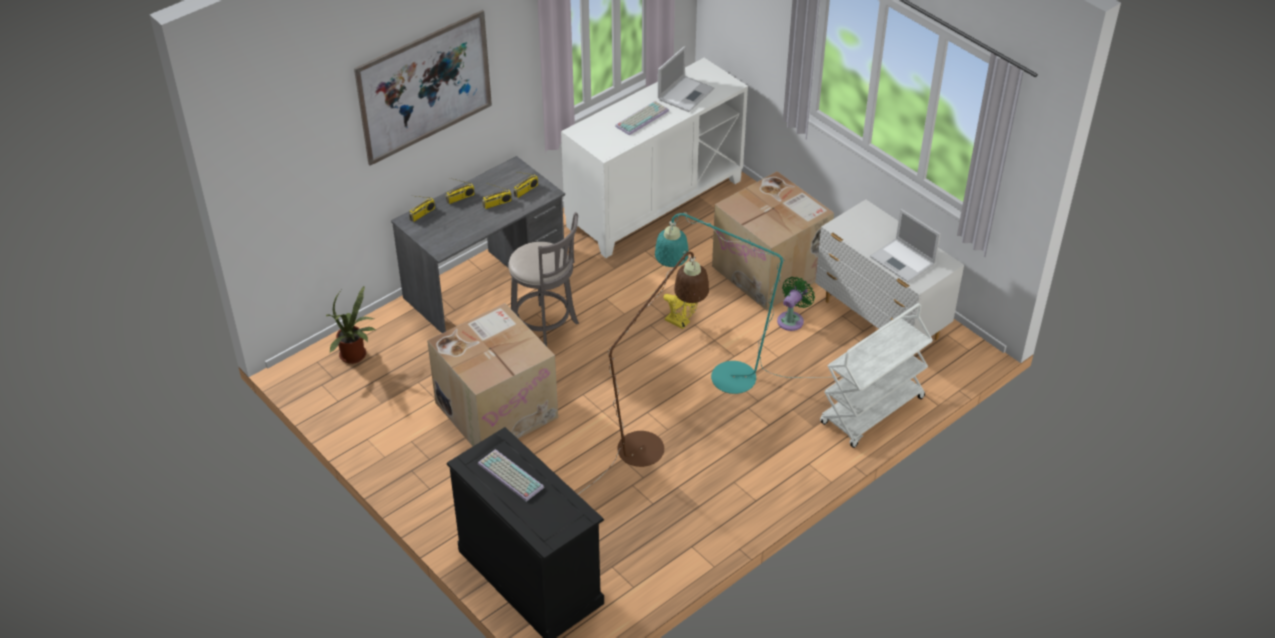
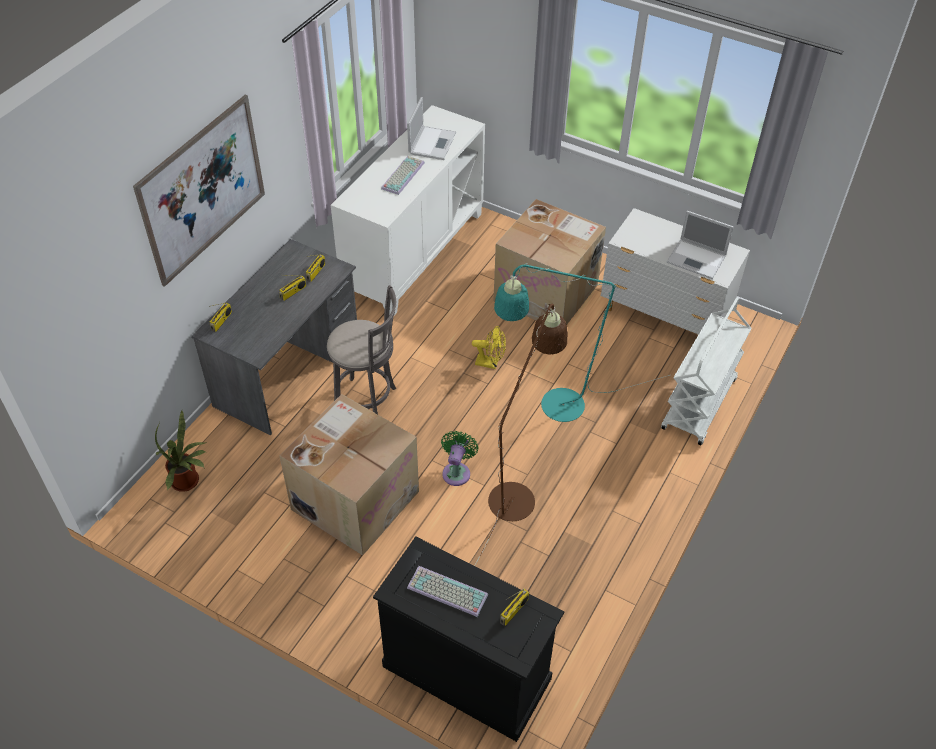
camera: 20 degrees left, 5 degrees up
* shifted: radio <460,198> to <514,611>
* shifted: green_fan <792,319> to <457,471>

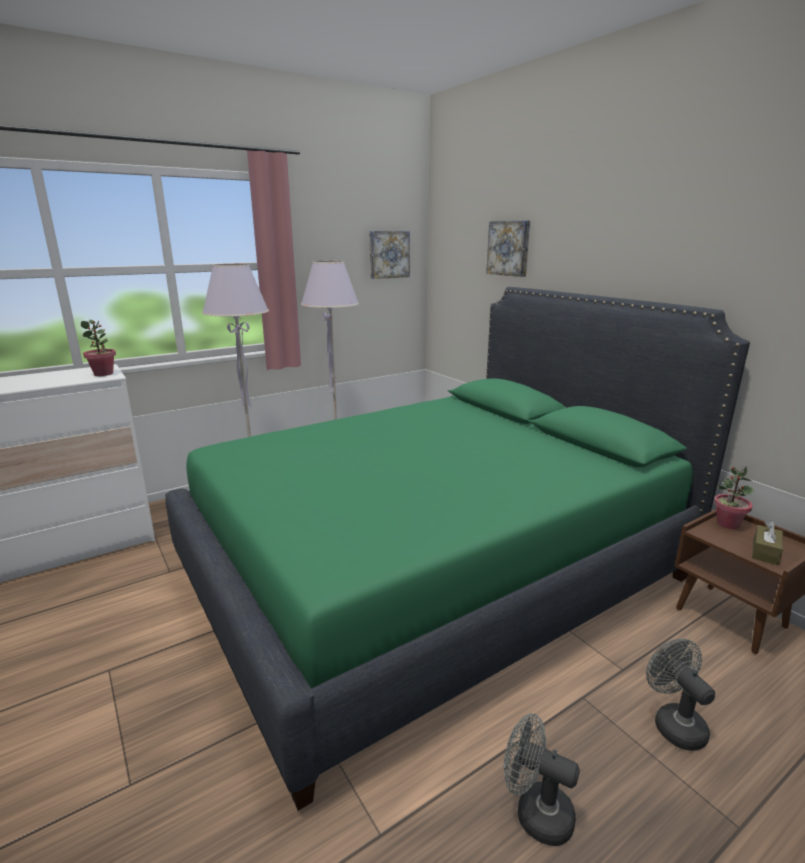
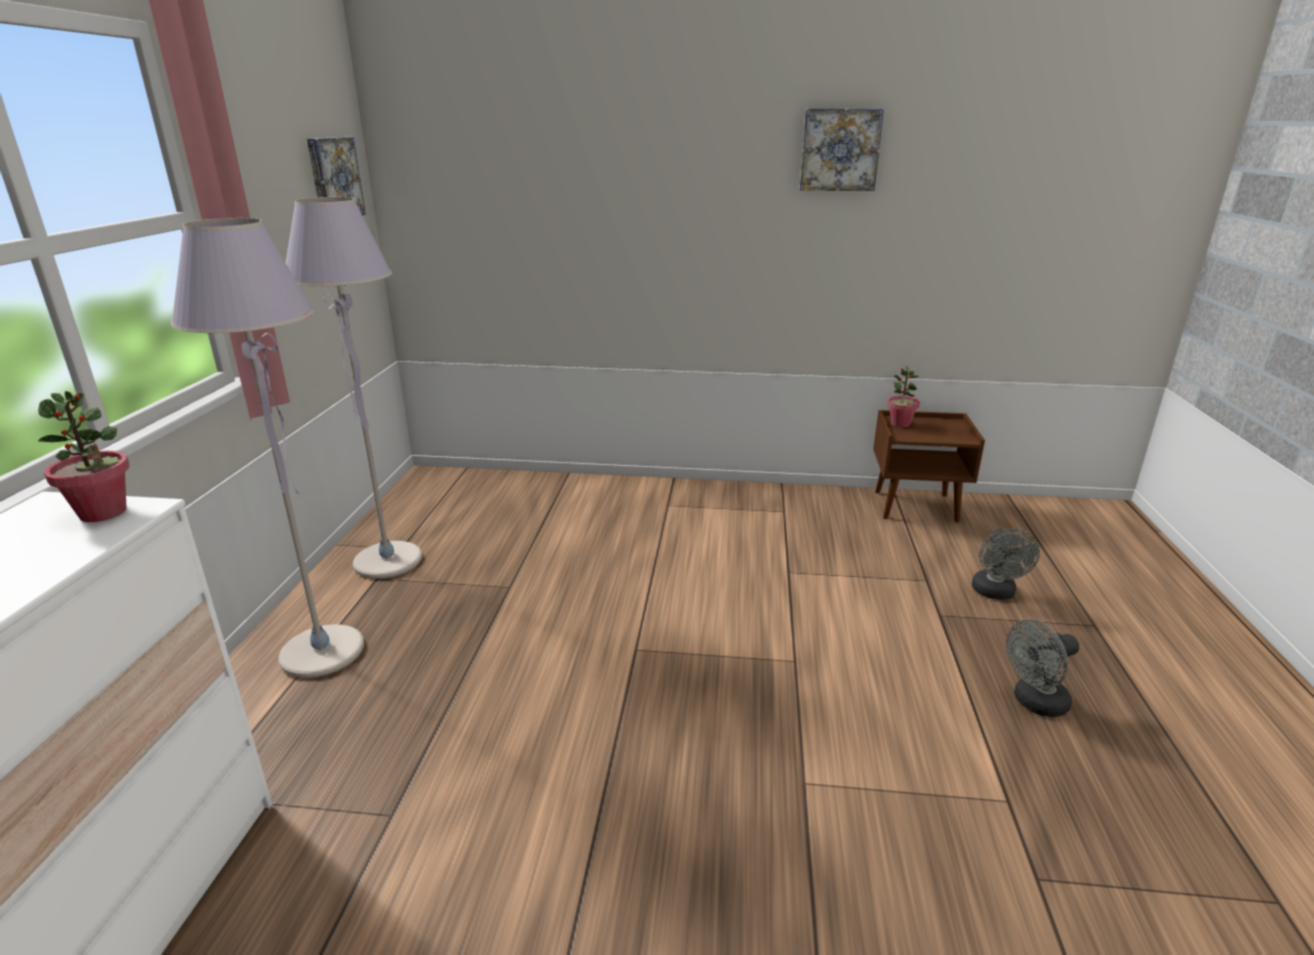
camera: 50 degrees left, 5 degrees up
* gone: green_bed <433,573>
* gone: brown_tissue_box <765,552>
* shifted: picture <509,248> to <839,150>
* rotated: grey_fan <673,723> = <995,593> 105 degrees counterclockwise

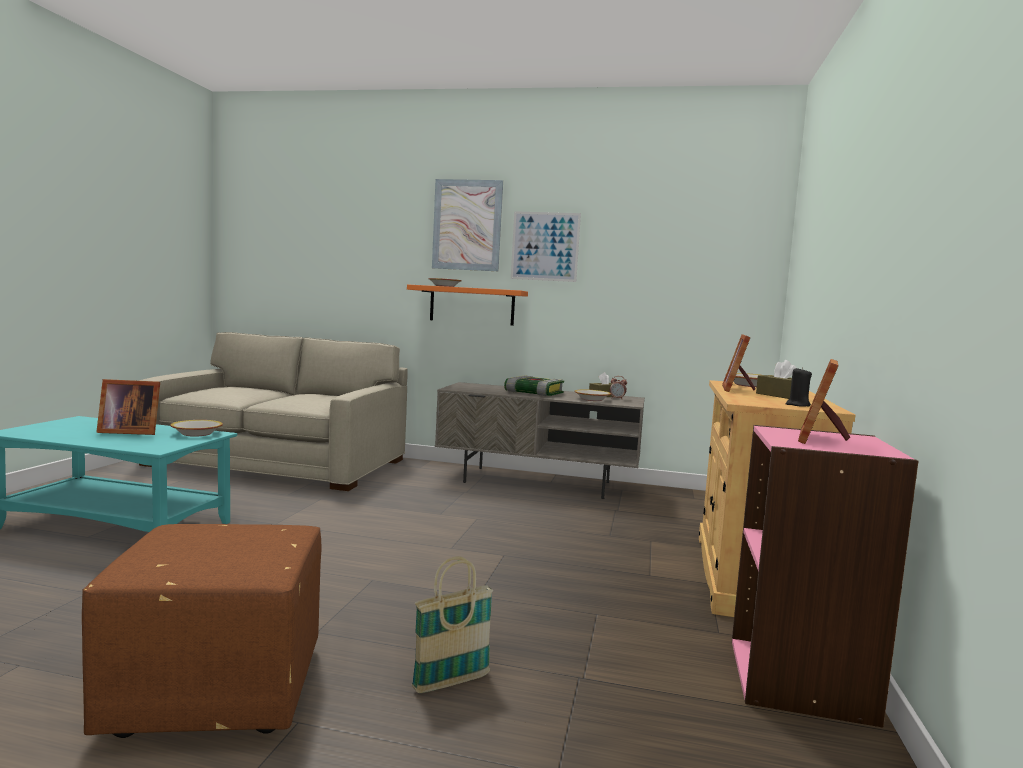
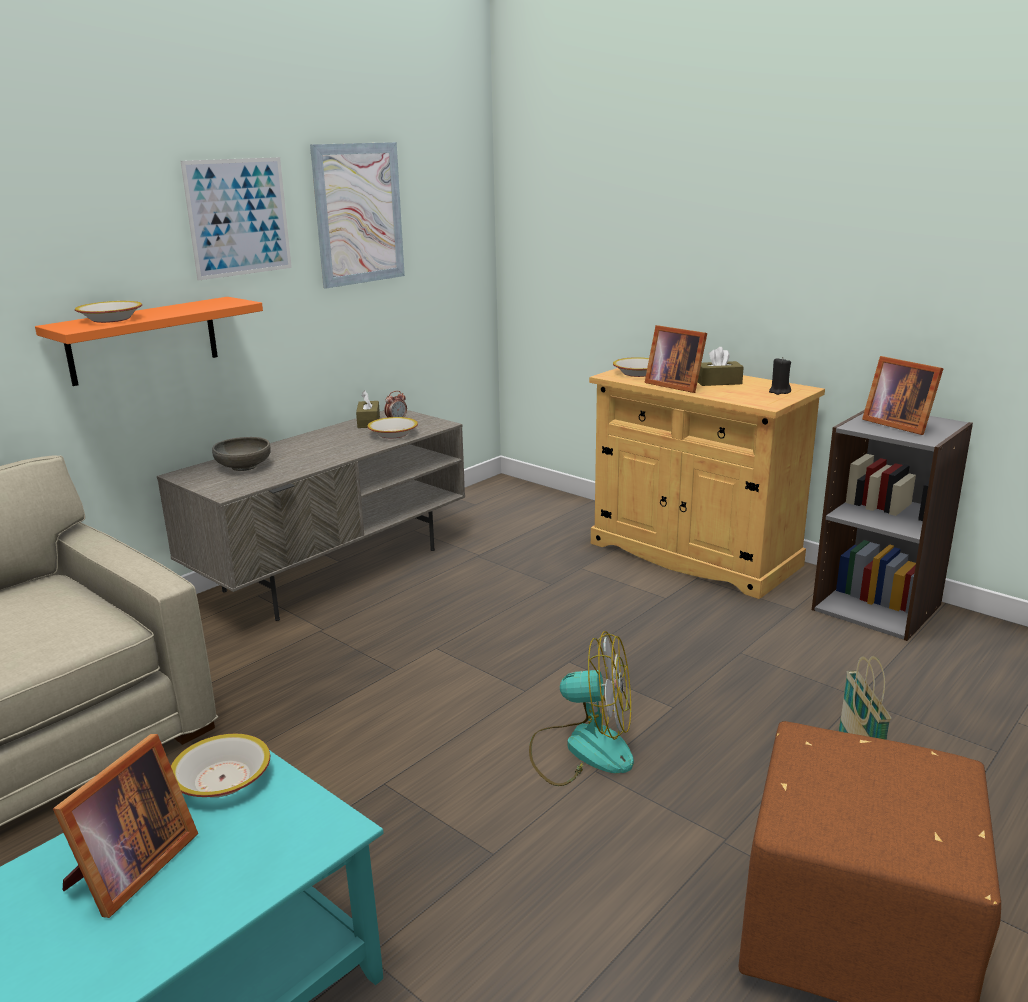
camera: 60 degrees left, 15 degrees up
* gone: book <533,393>
* new: grey_bowl <244,467>
* new: fan <582,749>
* shifted: picture <467,225> to <359,214>
* repainted: pink_bookcase <801,680> to grey_bookcase <877,607>

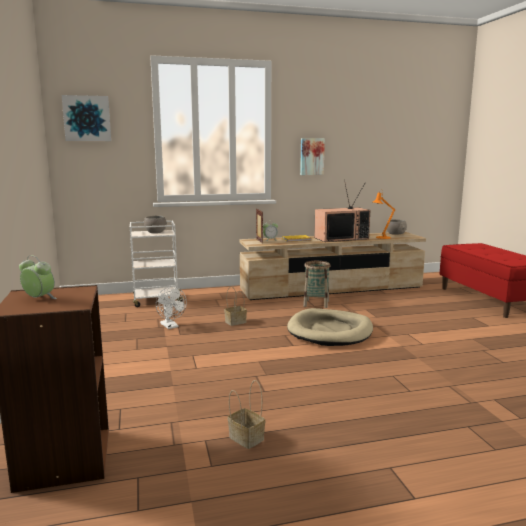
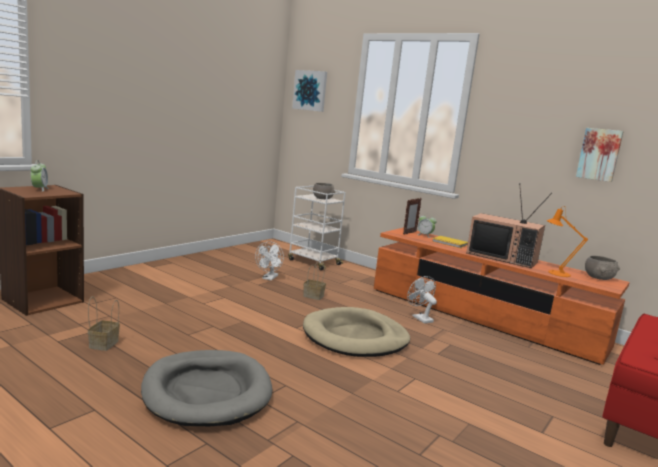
camera: 50 degrees right, 0 degrees up
* new: grey_dog_bed <207,392>
* shifted: picture <311,156> to <599,154>
* swapped: basket <316,304> to white_fan <420,318>
* repainted: beige_tv_stand <331,288> to orange_tv_stand <482,317>

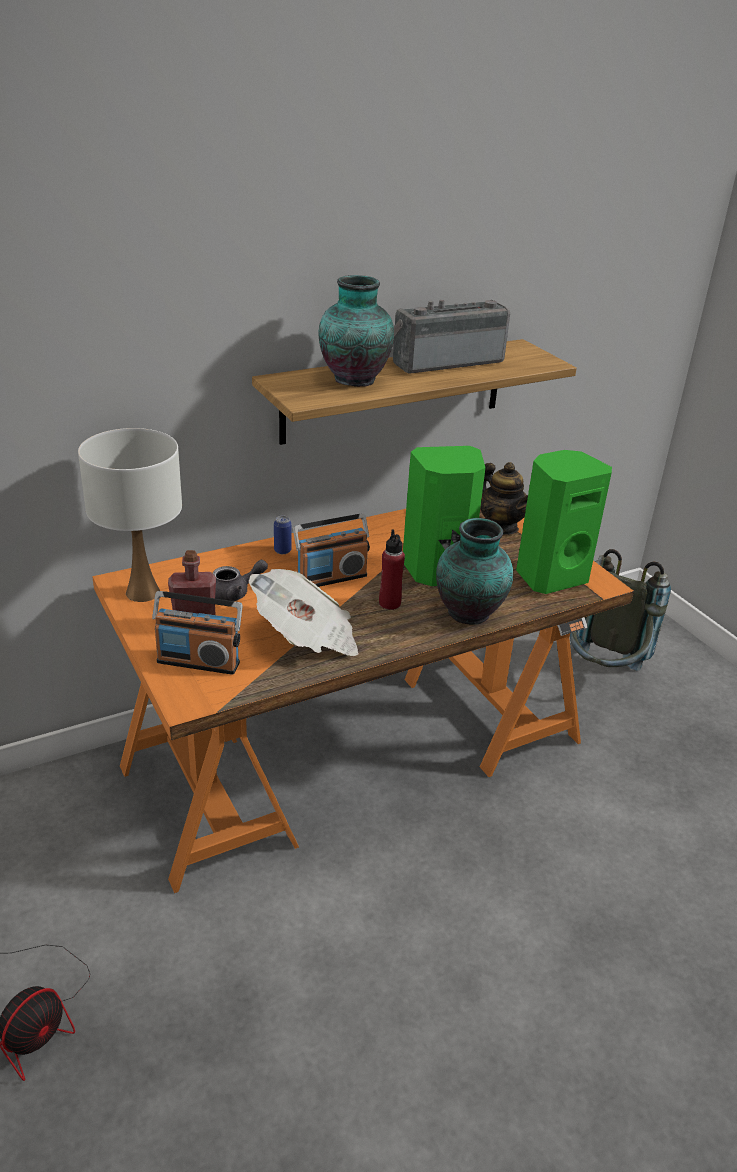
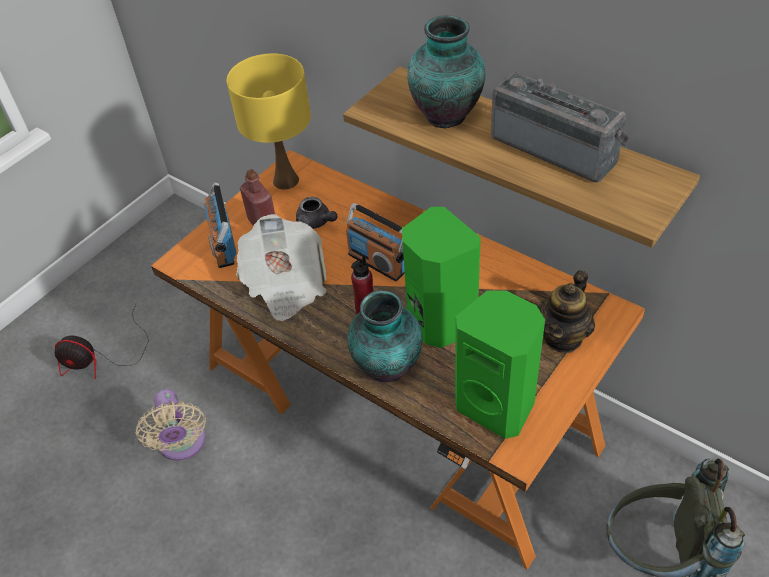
camera: 70 degrees right, 15 degrees up
* gone: can <282,550>
* new: beige_fan <182,444>
* repainted: white_table_lamp <142,592> to yellow_table_lamp <286,180>

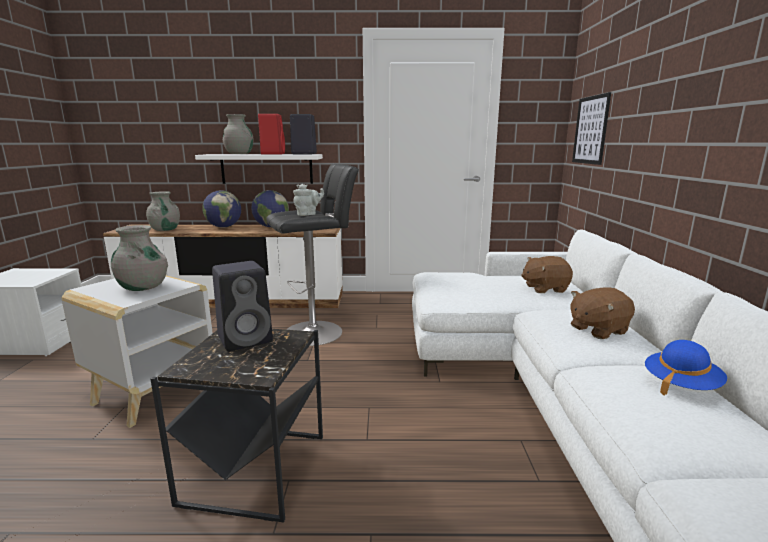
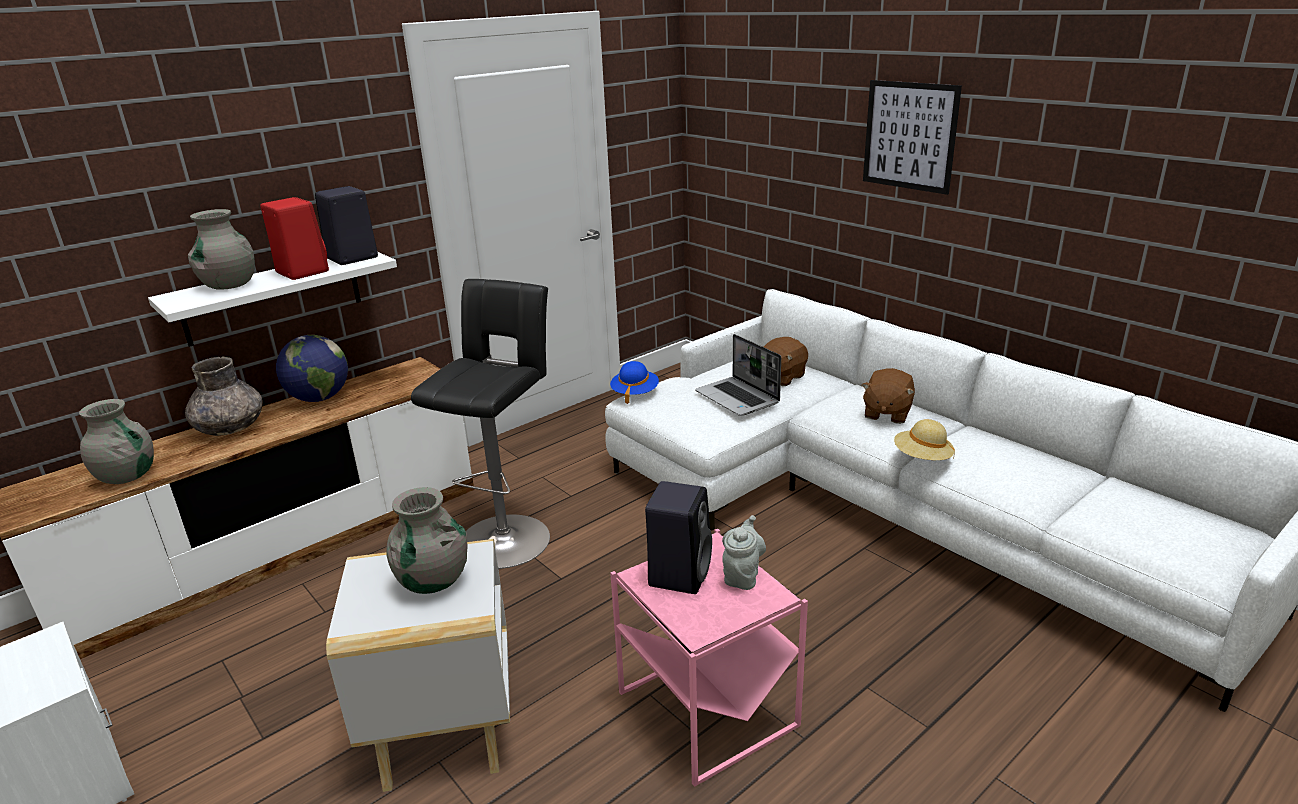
camera: 40 degrees left, 10 degrees up
* new: laptop <738,398>
* new: beige_hat <922,458>
* shifted: grey_teapot <308,214> to <742,575>
* shifted: picture <590,130> to <909,136>
* shifted: blue_hat <680,385> to <634,393>
* swapped: globe <224,227> to grey_vase <230,428>
* repainted: black_side_table <254,470> to pink_side_table <707,711>

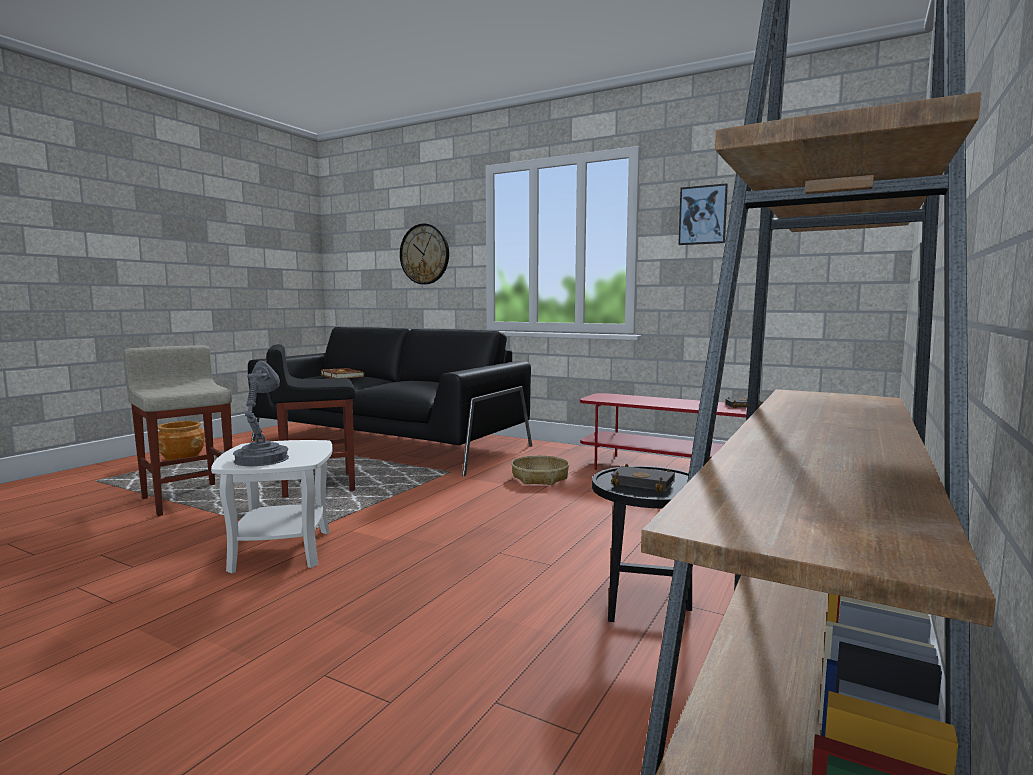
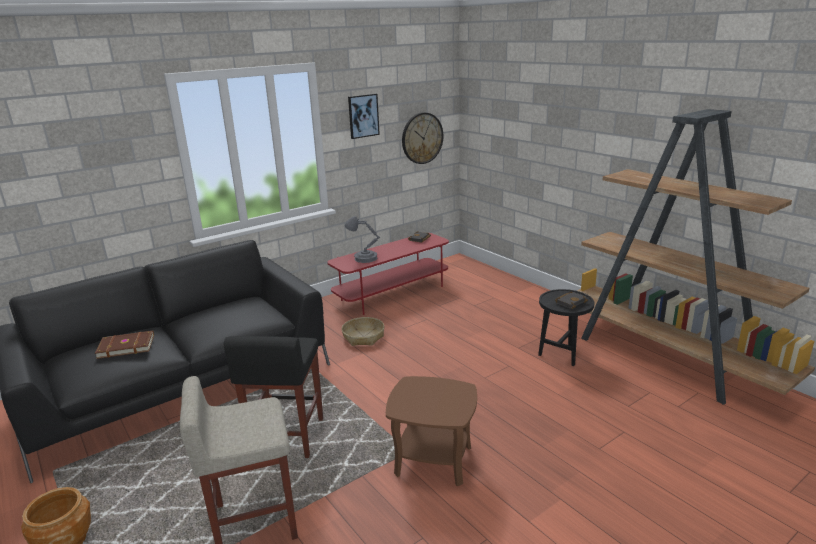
camera: 65 degrees left, 15 degrees up
* shifted: grey_table_lamp <262,458> to <363,258>
* shifted: wall_clock <424,254> to <422,138>
* repainted: white_side_table <281,550> to brown_side_table <433,460>

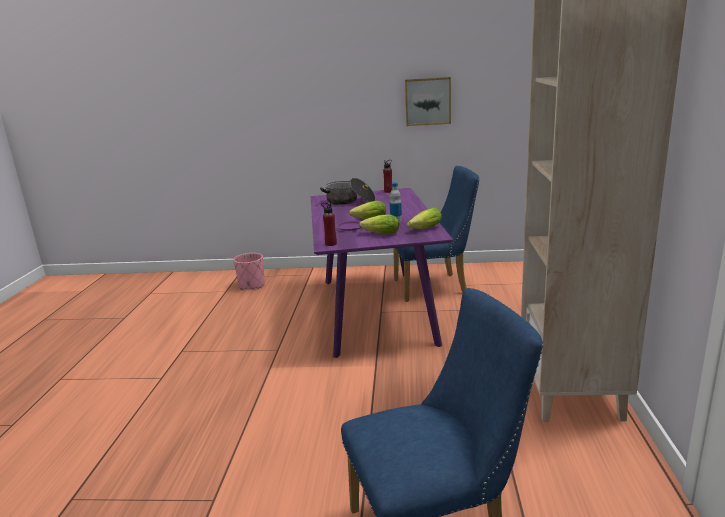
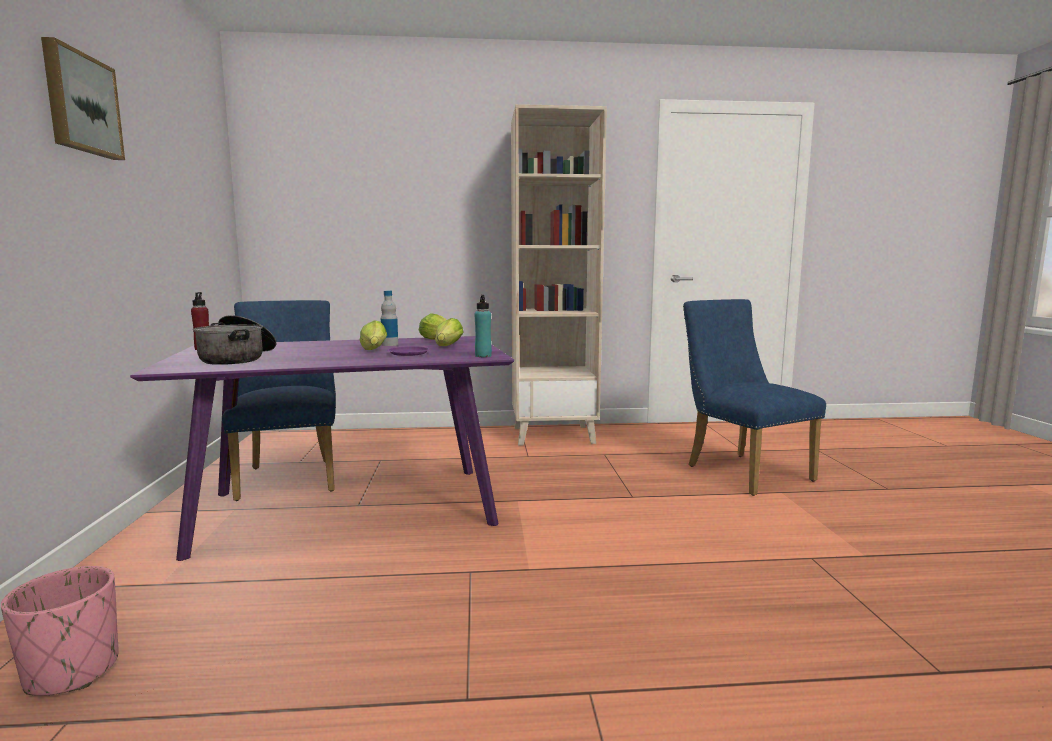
camera: 100 degrees left, 10 degrees down
* shifted: picture <428,101> to <80,103>
* repainted: red_bottle <331,244> to turquoise_bottle <483,356>

